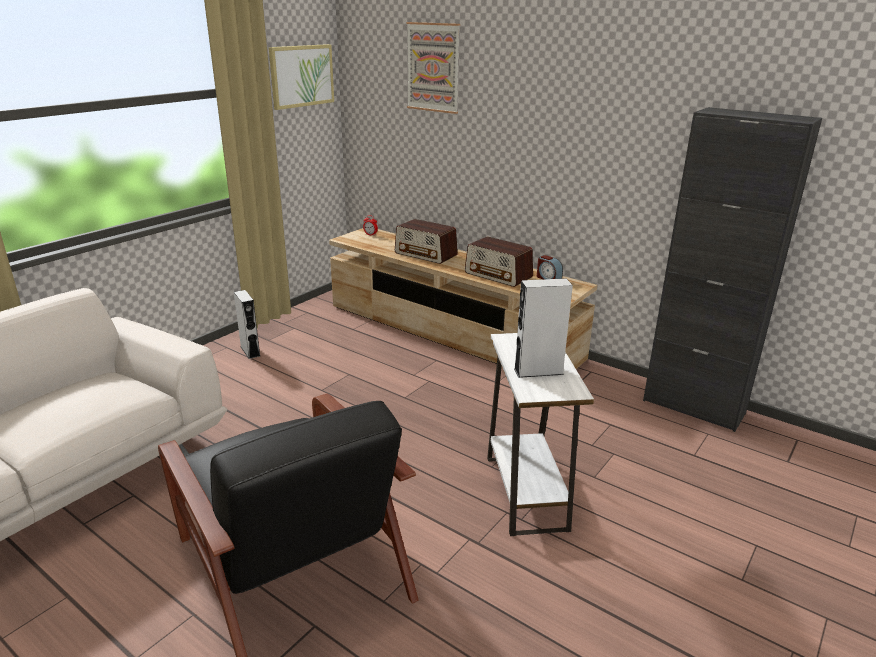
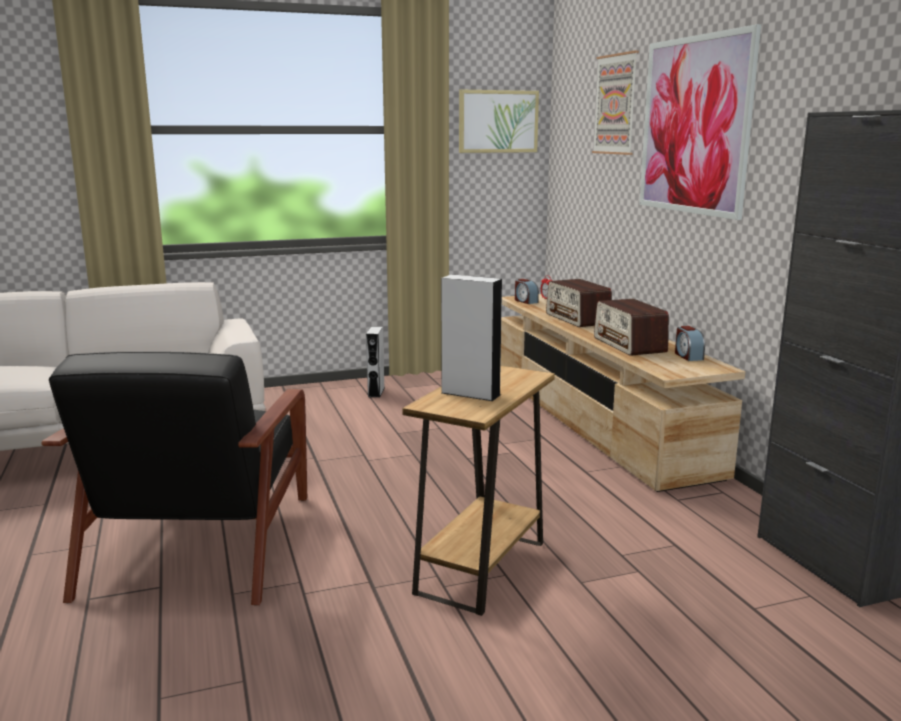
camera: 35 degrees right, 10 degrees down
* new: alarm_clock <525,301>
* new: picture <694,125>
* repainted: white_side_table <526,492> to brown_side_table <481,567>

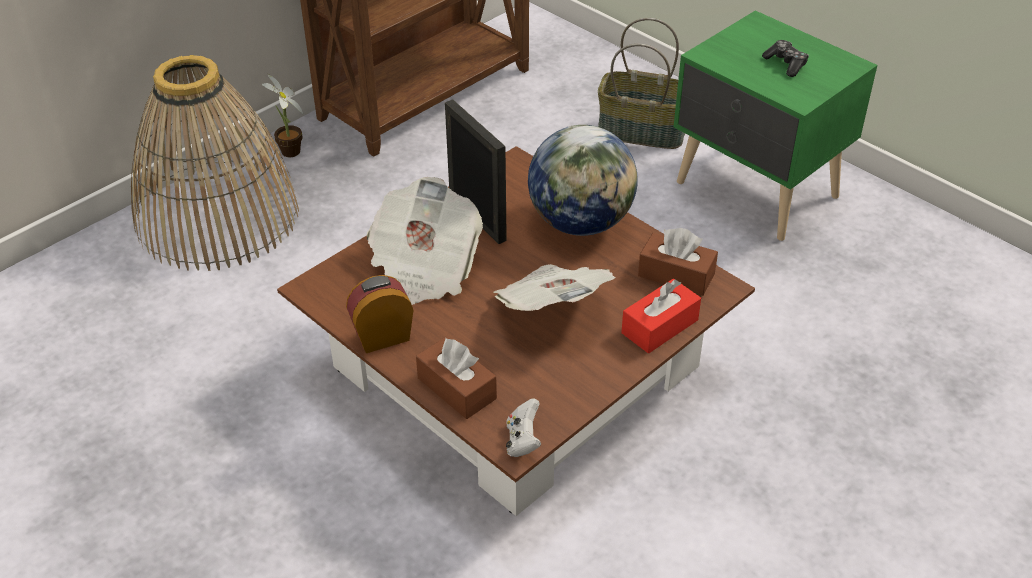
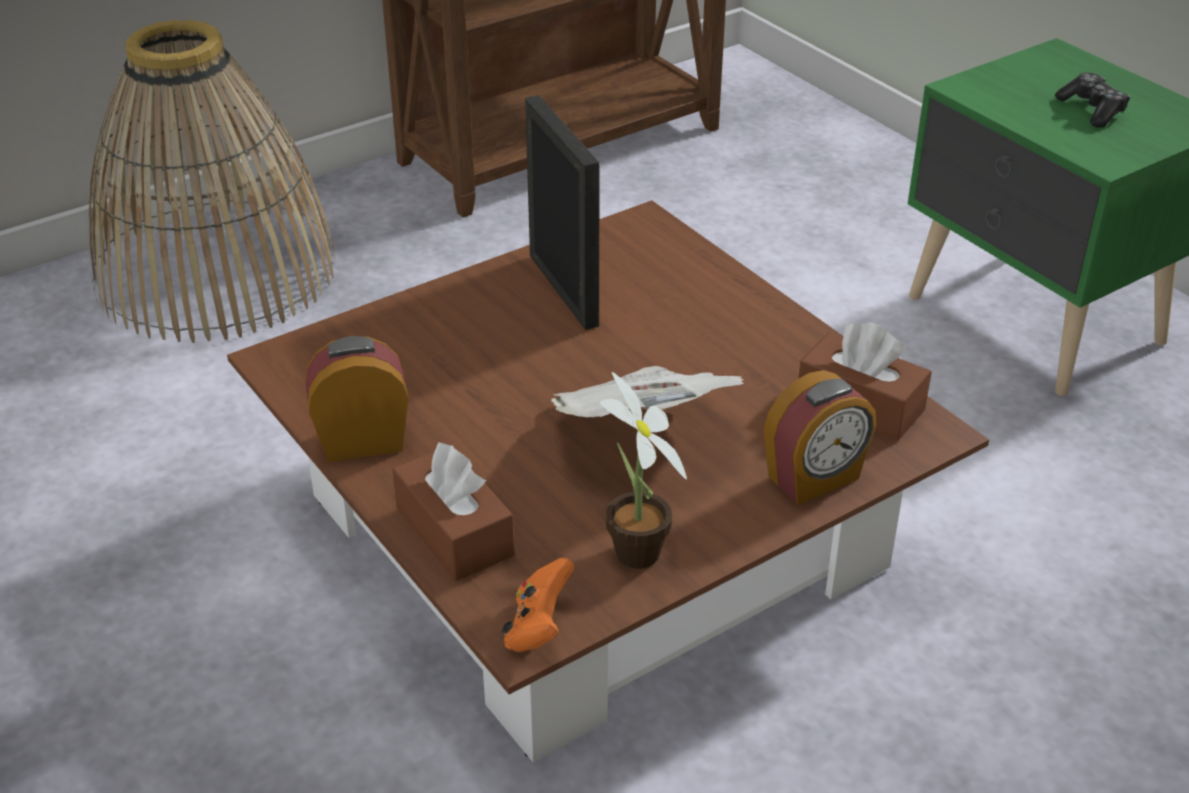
camera: 10 degrees right, 5 degrees down
* gone: newspaper <423,268>
* gone: globe <581,222>
* gone: basket <642,131>
* shifted: potted_plant <290,154> to <636,559>
* swapped: red_tissue_box <659,326> to alarm_clock <814,479>
* repainted: white_game_controller <523,441> to orange_game_controller <538,628>

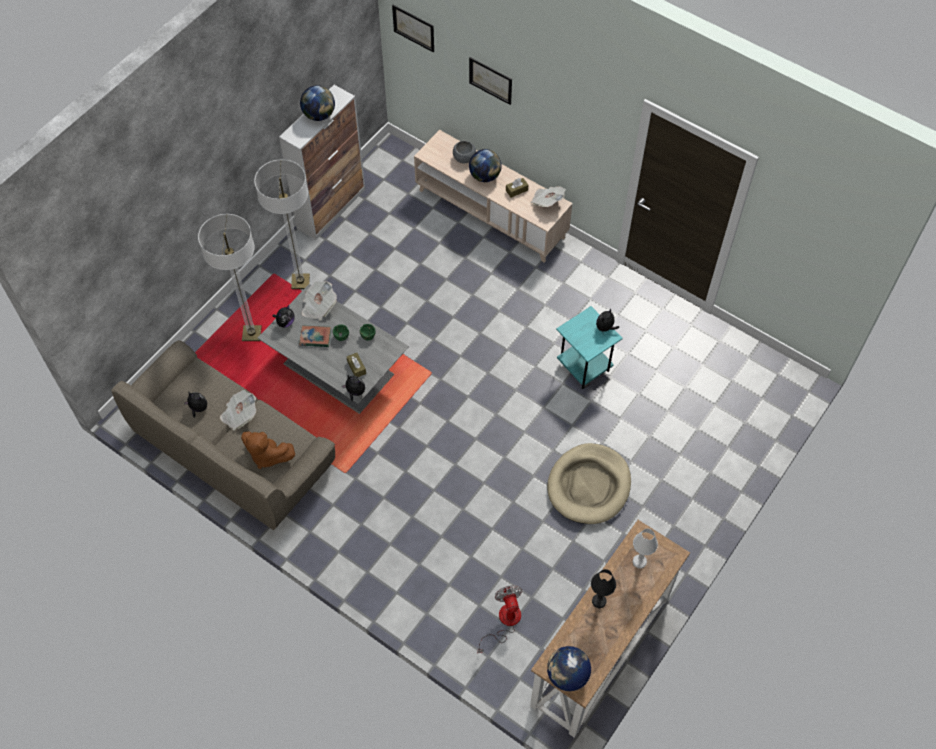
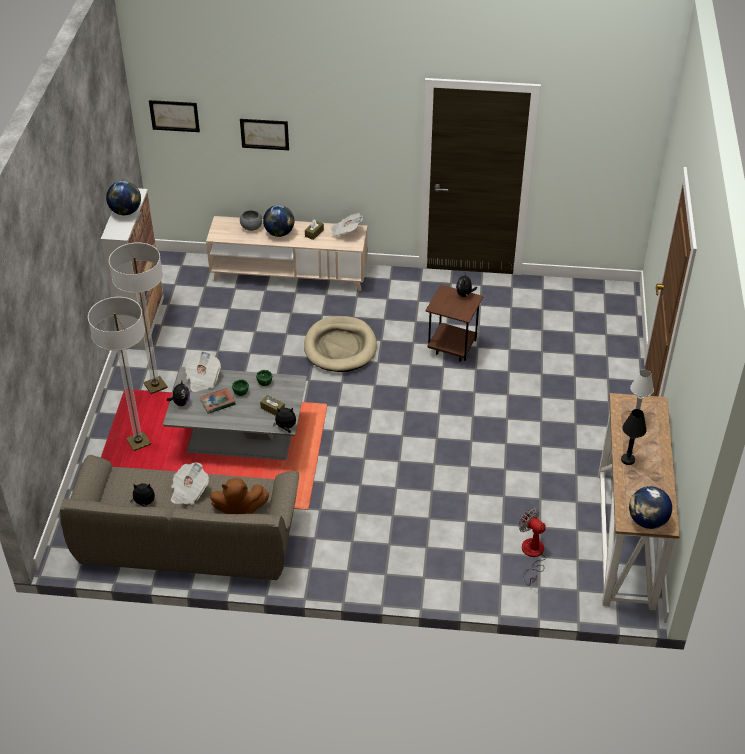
camera: 30 degrees left, 15 degrees down
* shifted: beige_dog_bed <589,486> to <340,347>
* repainted: turquoise_side_table <585,367> to brown_side_table <452,349>

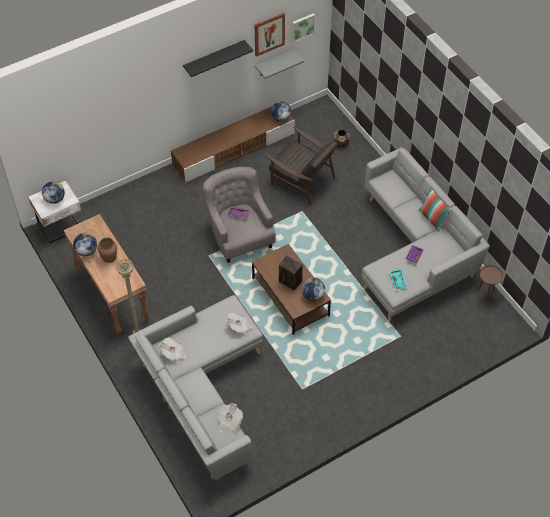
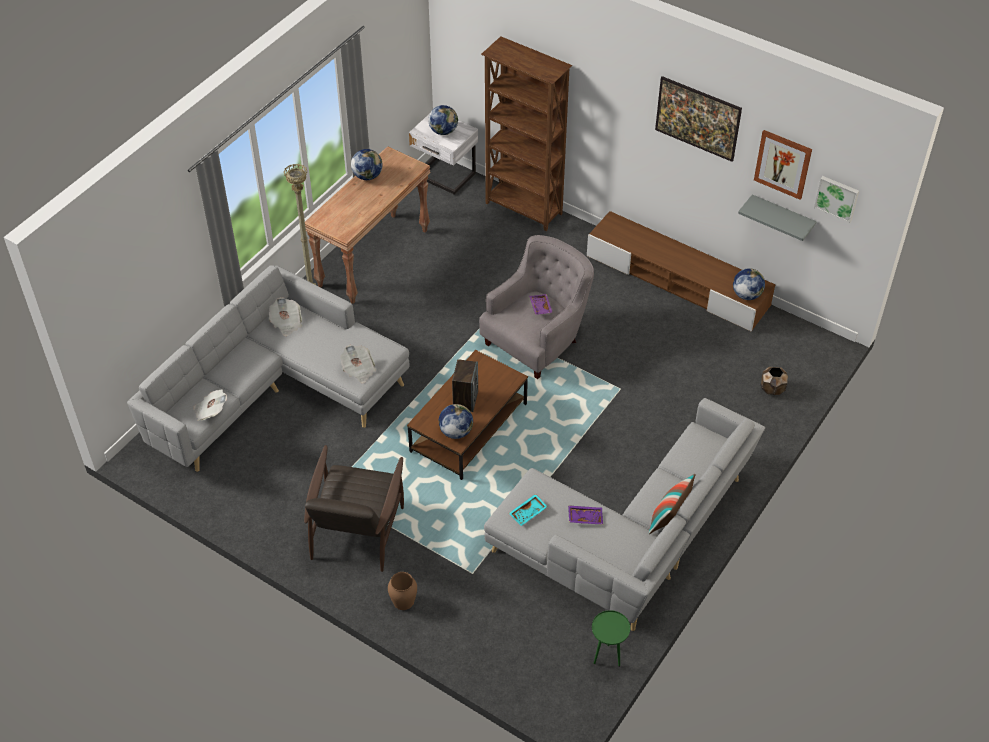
camera: 65 degrees right, 5 degrees down
* new: brown_bookcase <524,209>
* shifted: brown_vase <109,257> to <403,600>
* shifted: brown_armchair <301,180> to <357,529>
* swapped: black_shelf <214,58> to picture <696,131>
* repainted: brown_side_table <485,295> to green_side_table <607,658>

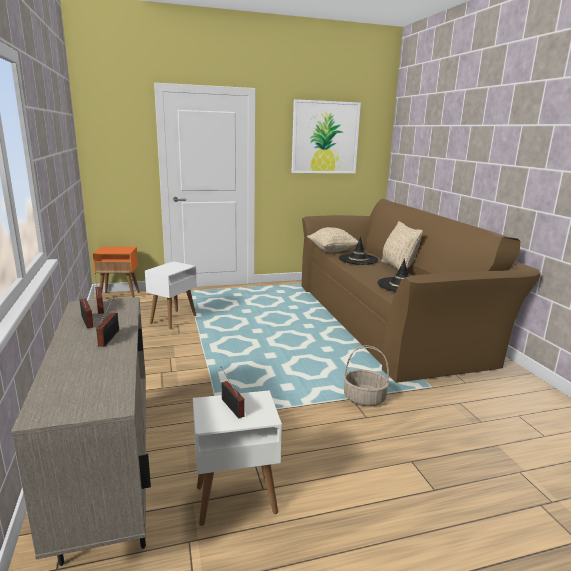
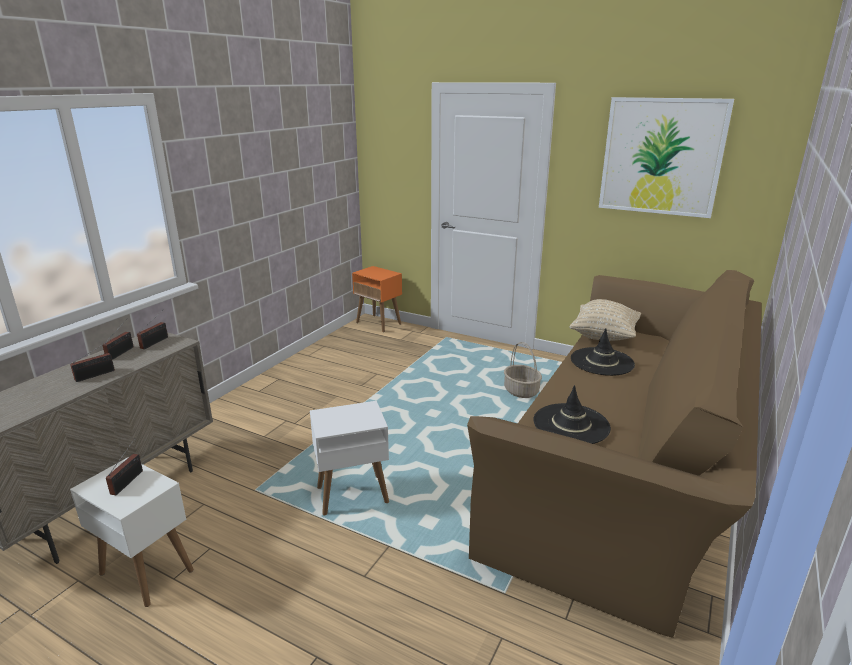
camera: 45 degrees right, 5 degrees up
* gone: beige_pillow <397,267>
* shifted: white_side_table <173,319> to <351,495>
* shifted: basket <364,398> to <521,391>

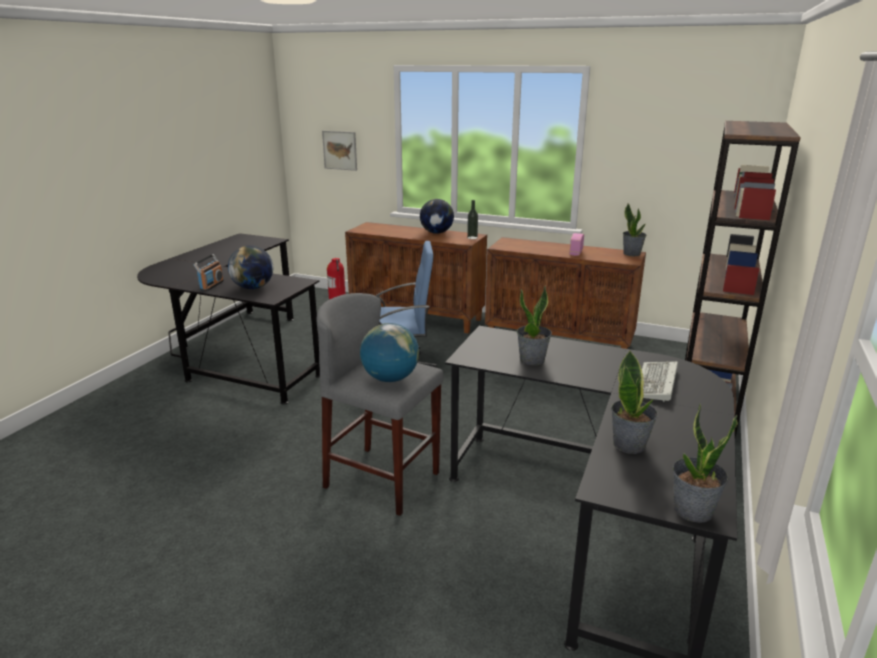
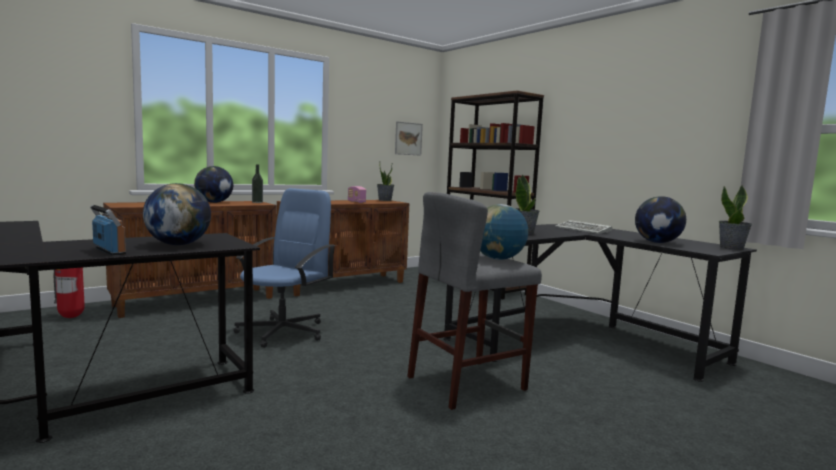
camera: 60 degrees left, 15 degrees down
* shifted: picture <340,150> to <408,138>
* swapped: potted_plant <629,444> to globe <657,242>

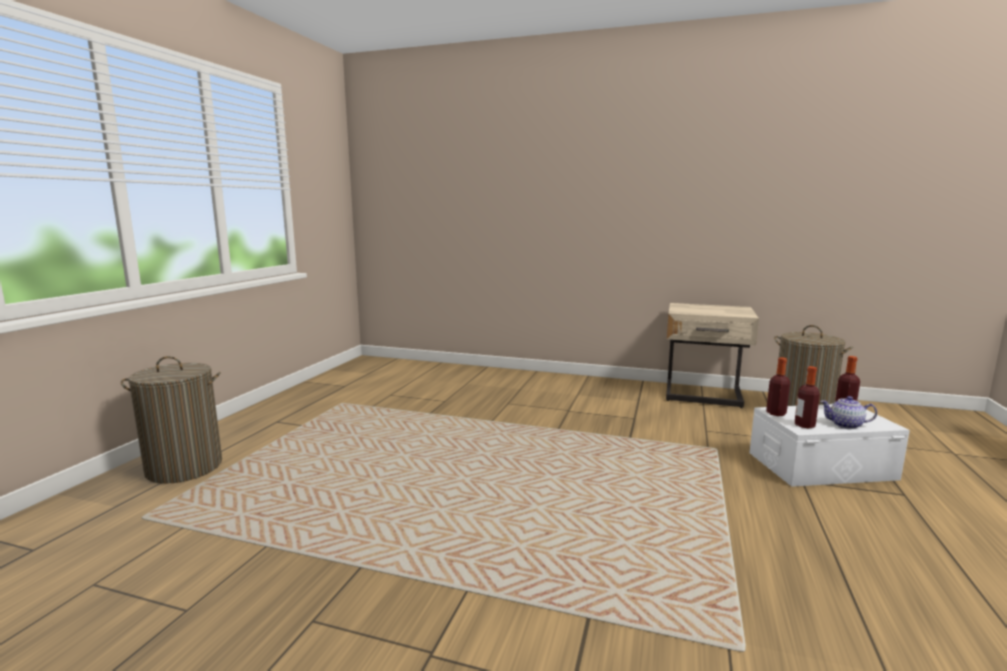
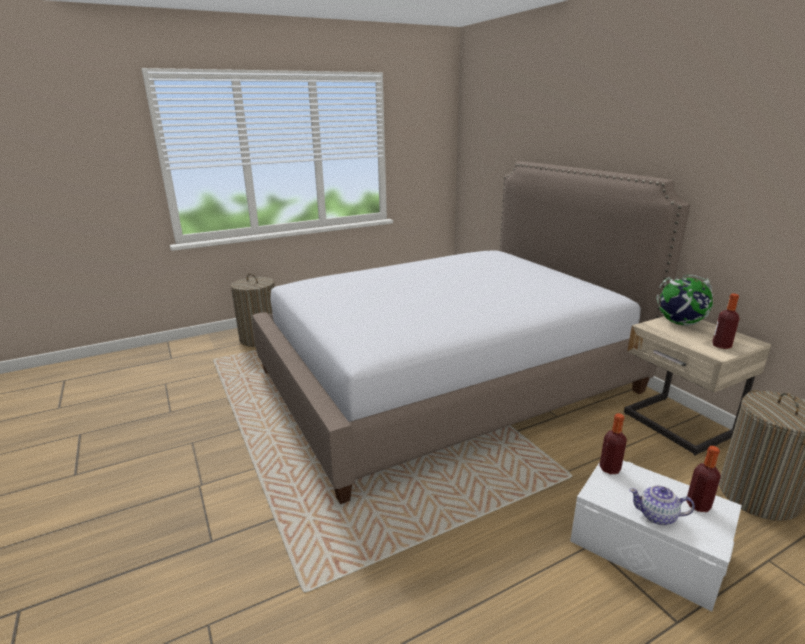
camera: 45 degrees right, 10 degrees up
* new: bed <447,381>
* new: globe <679,323>
* shifted: bottle <804,425> to <721,345>
* rotated: teapot <846,425> = <657,516> 45 degrees counterclockwise

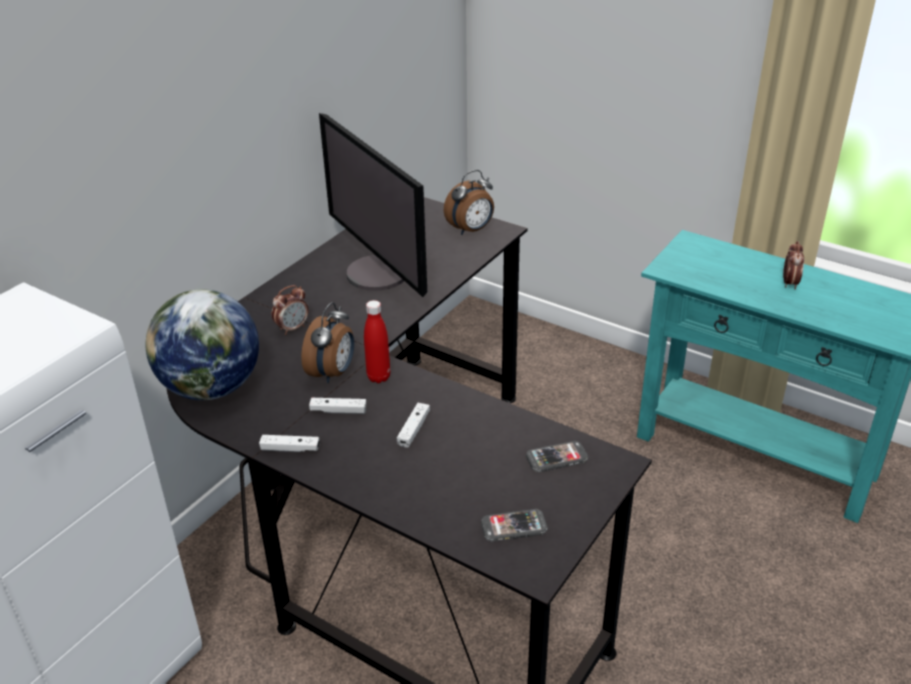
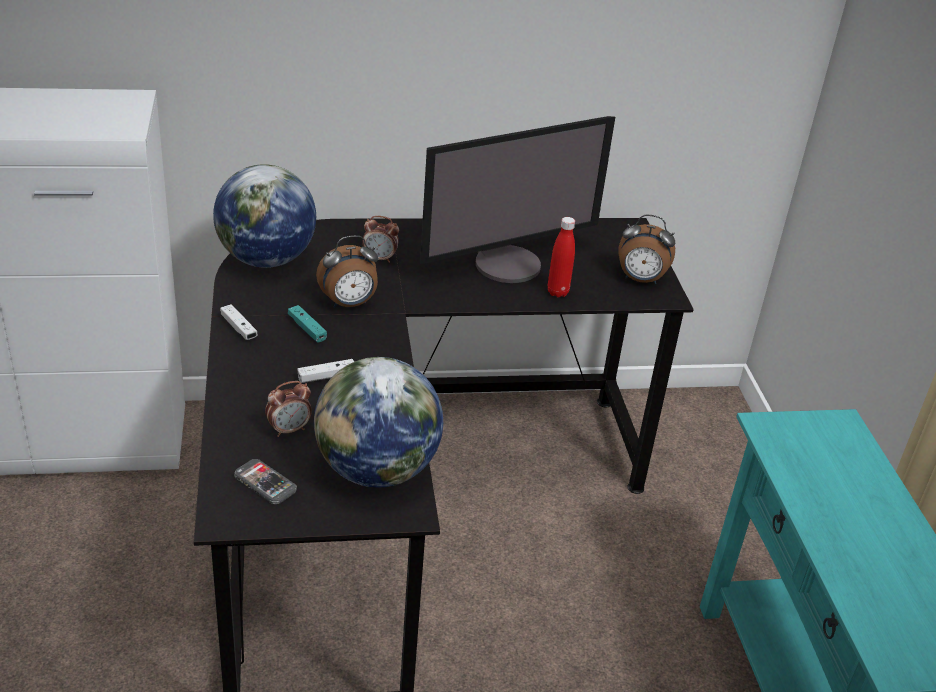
camera: 45 degrees right, 0 degrees up
* shifted: red_bottle <378,377> to <557,292>
* shifted: alarm_clock <789,283> to <289,429>
* swapped: phone <556,458> to globe <377,470>
* repainted: white_game_controller <338,411> to turquoise_game_controller <307,329>
* rotated: monitor <380,273> = <507,264> 135 degrees counterclockwise

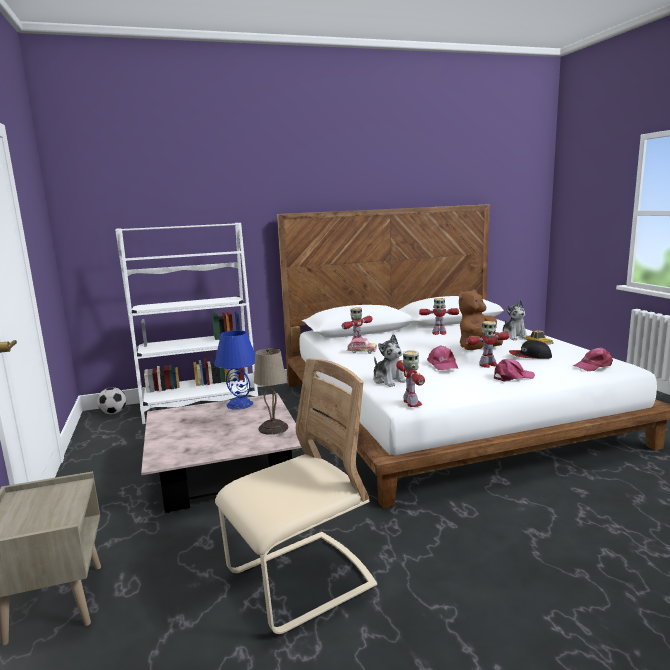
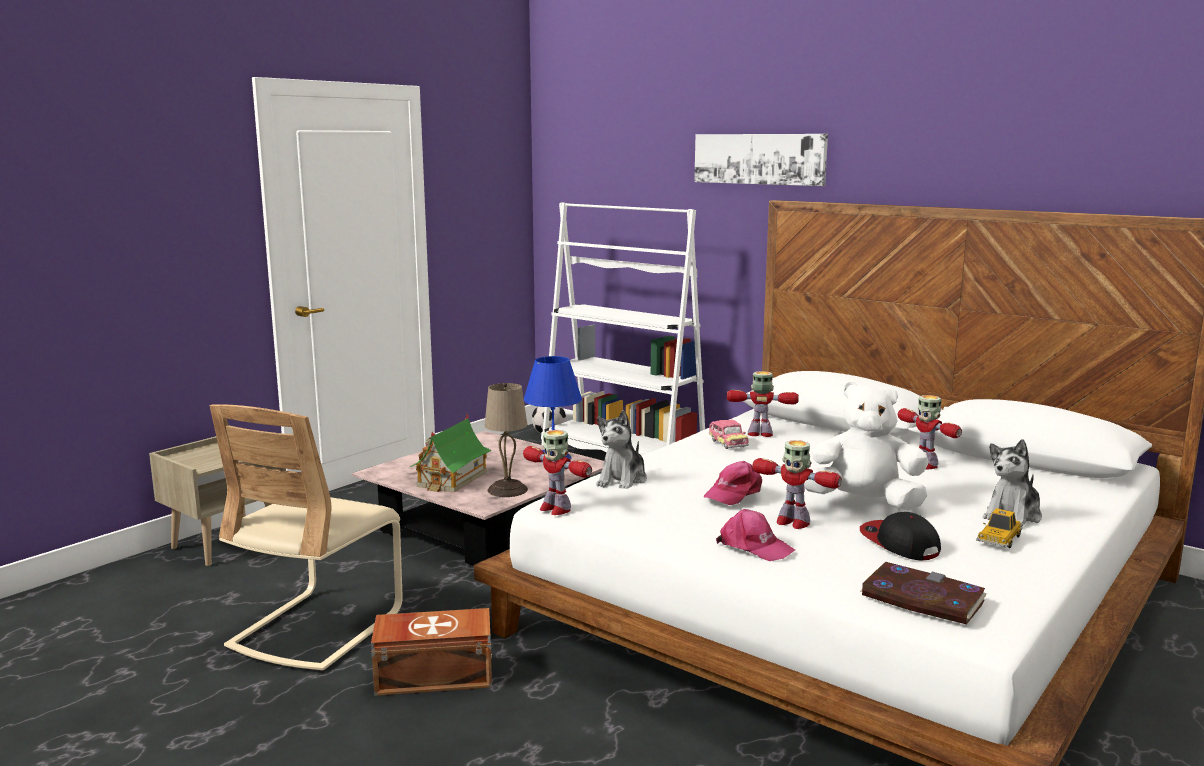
camera: 55 degrees right, 0 degrees up
* new: brown_storage_box <432,675>
* new: toy_house <452,479>
* new: picture <759,159>
* swapped: pink_cap <593,366> to book <921,598>
* repainted: brown_plush_toy <478,350> to white_plush_toy <863,503>
* rotated: beige_chair <300,581> = <317,629> 90 degrees clockwise
* rotated: toy_robot <411,403> = <555,509> 90 degrees clockwise

